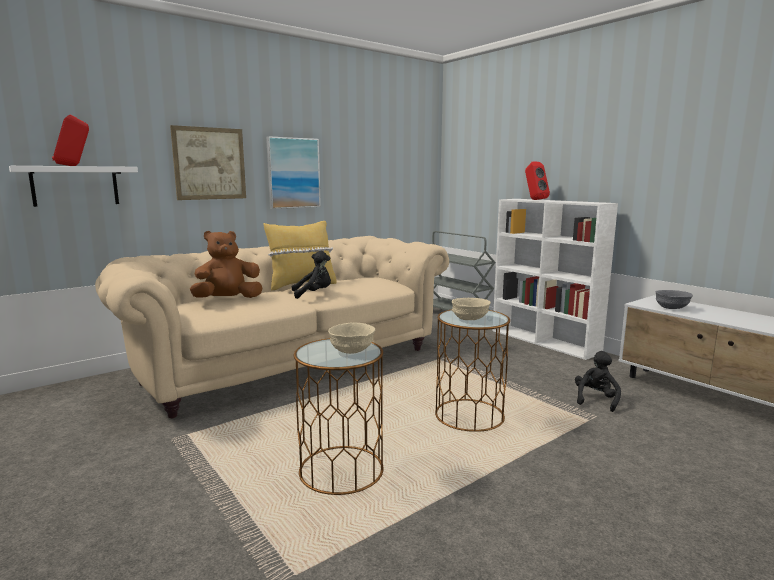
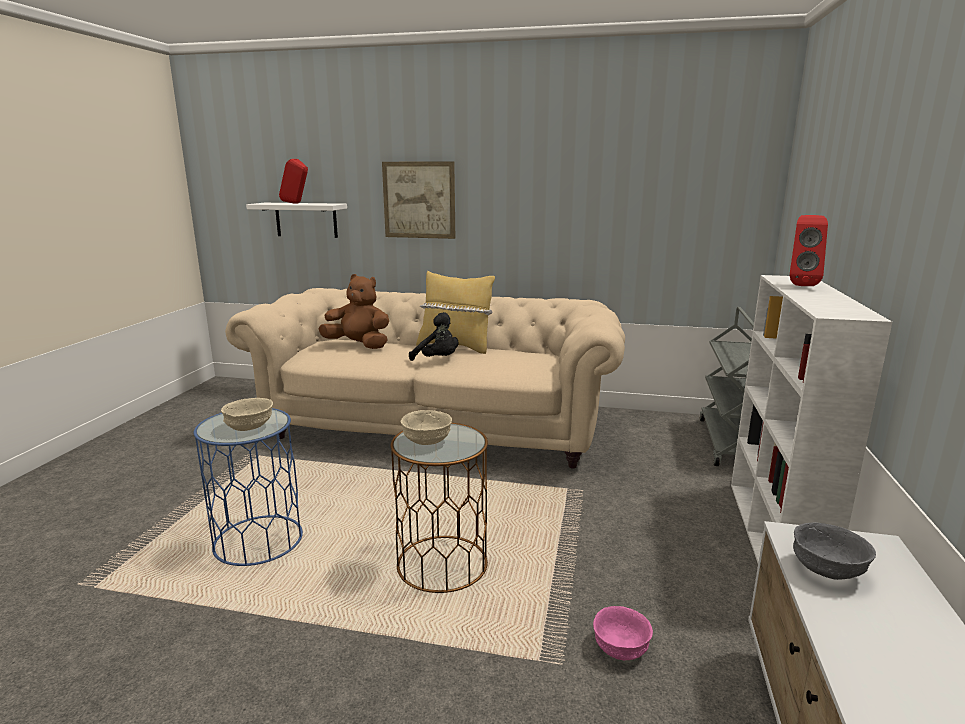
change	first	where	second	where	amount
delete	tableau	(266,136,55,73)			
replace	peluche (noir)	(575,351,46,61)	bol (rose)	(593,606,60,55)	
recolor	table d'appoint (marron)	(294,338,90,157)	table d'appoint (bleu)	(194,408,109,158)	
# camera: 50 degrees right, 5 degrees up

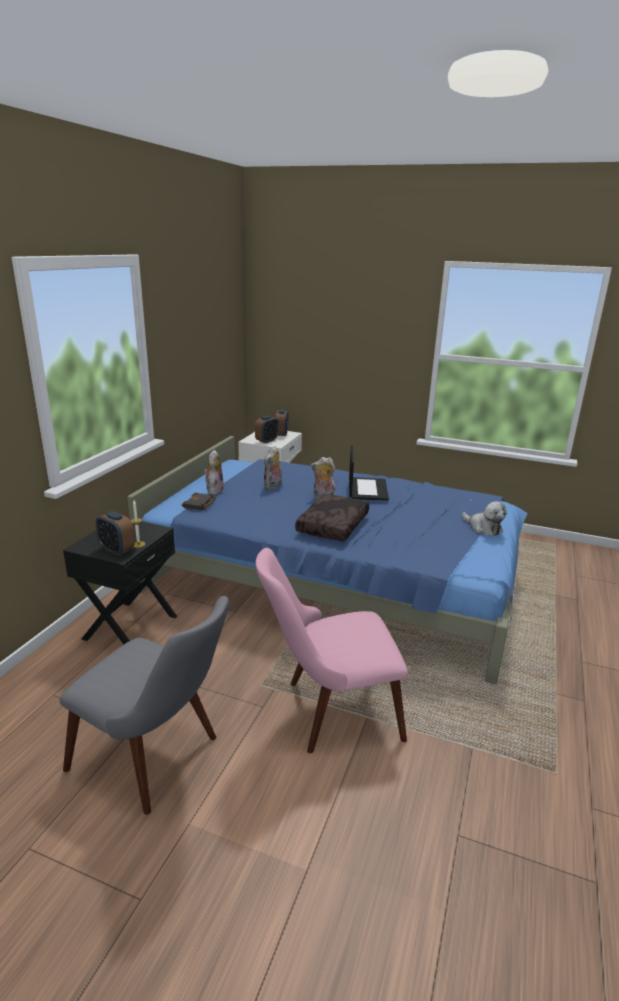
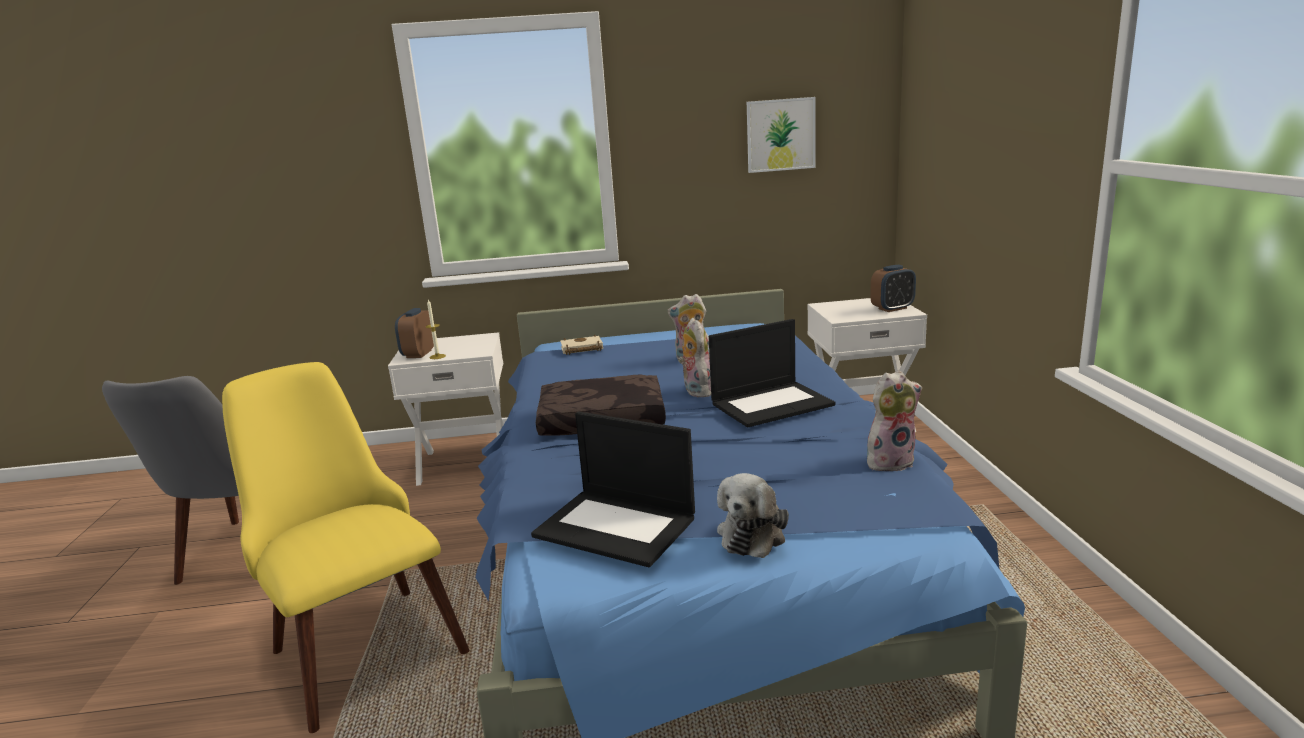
change	first	where	second	where	amount
delete	réveil	(255,415,24,28)			
insert			ordinateur portable	(531,411,164,156)	
insert			tableau	(747,97,69,76)	
move	peluche	(204,450,20,45)		(867,371,55,100)	
recolor	table de chevet (noir)	(63,519,114,125)	table de chevet (blanc)	(388,332,116,154)	
recolor	livre (noir)	(182,492,34,19)	livre (beige)	(560,335,43,20)	
recolor	chaise (rose)	(256,548,152,205)	chaise (jaune)	(222,362,247,371)	
# camera: 65 degrees right, 5 degrees down

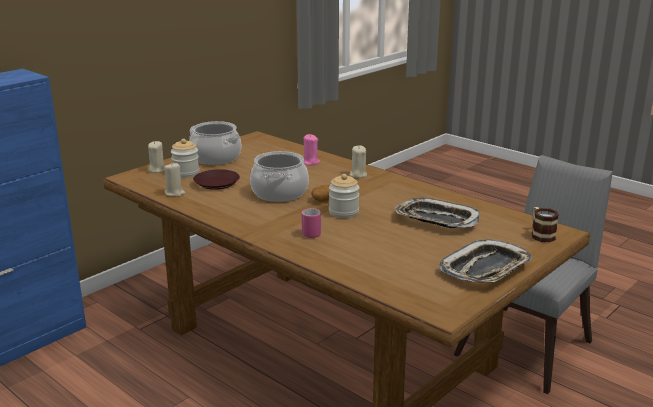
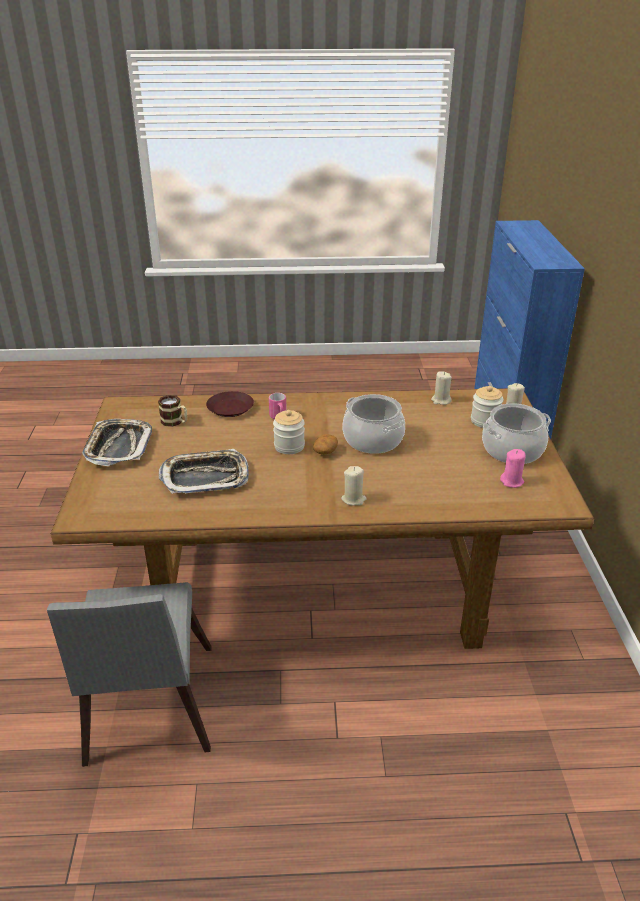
change	first	where	second	where	amount
move	assiette (marron)	(193,169,47,21)		(206,391,48,26)	
move	bougie (rose)	(303,134,17,31)		(500,449,26,39)	
move	mug	(532,207,27,35)		(158,395,29,32)	
# camera: 135 degrees right, 10 degrees up

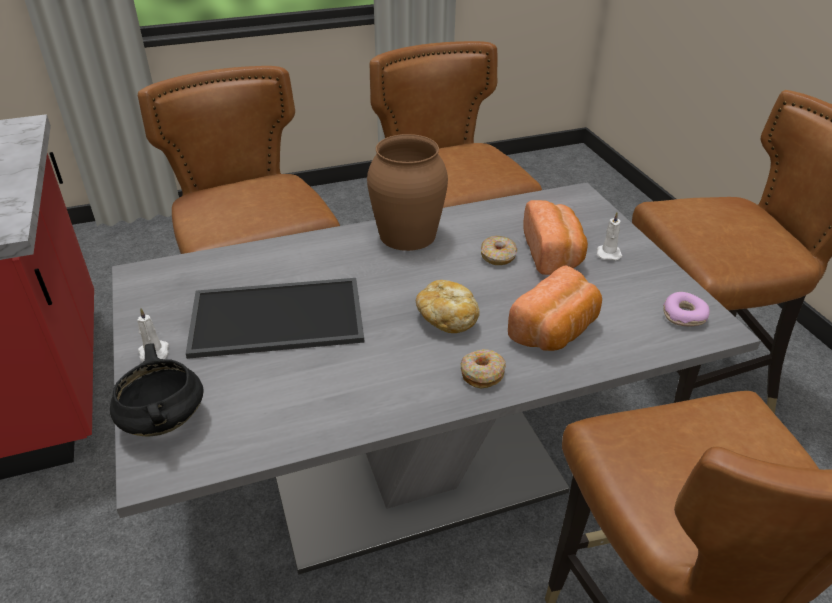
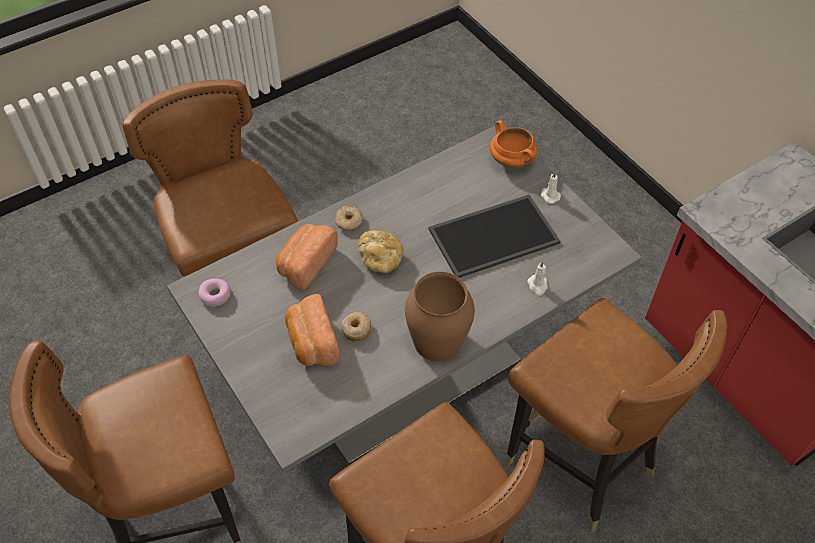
change	first	where	second	where	amount
move	bougie (blanc)	(597,212,25,48)		(527,261,21,34)	
recolor	marmite (noir)	(110,343,94,93)	marmite (orange)	(490,120,47,48)	
# camera: 165 degrees right, 15 degrees up

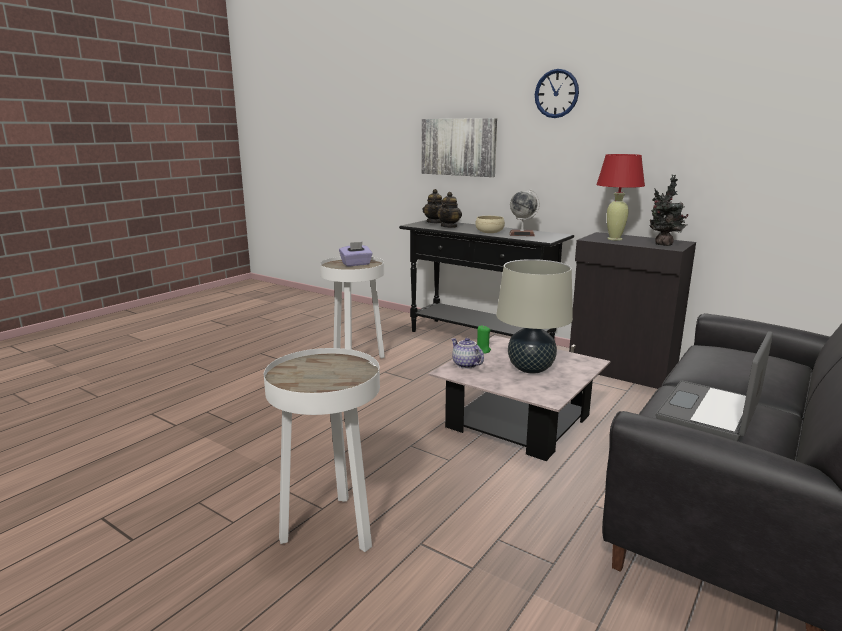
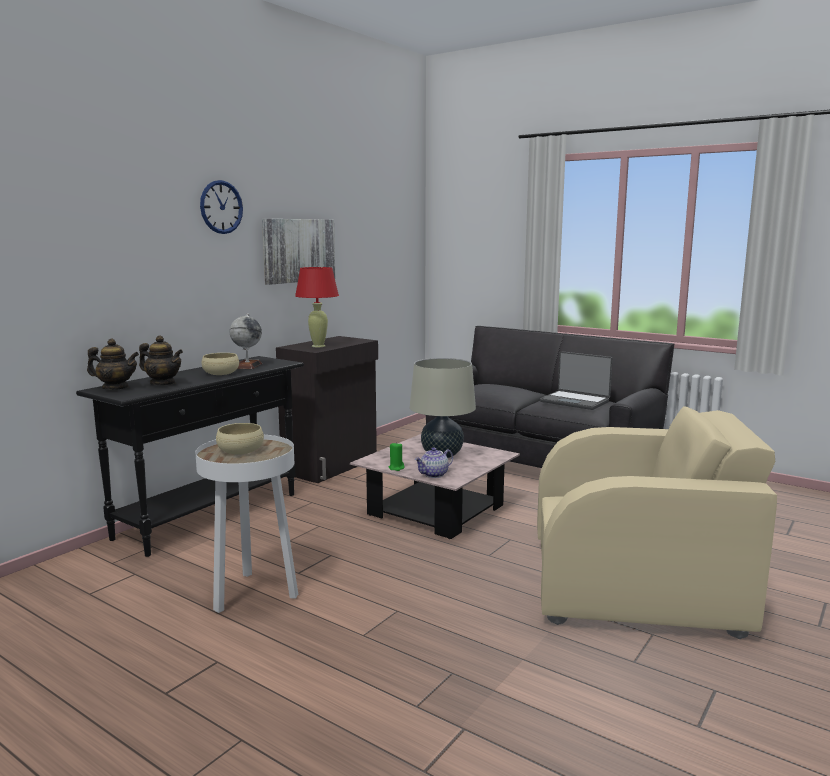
change	first	where	second	where	amount
delete	plante en pot	(649,175,39,71)			
move	tableau	(422,118,75,59)		(262,219,73,66)	
replace	table d'appoint (blanc)	(264,348,116,204)	fauteuil (beige)	(537,406,240,233)	
replace	boîte à mouchoirs (violet)	(339,242,34,24)	bol (beige)	(216,423,48,31)	
# camera: 90 degrees left, 5 degrees down

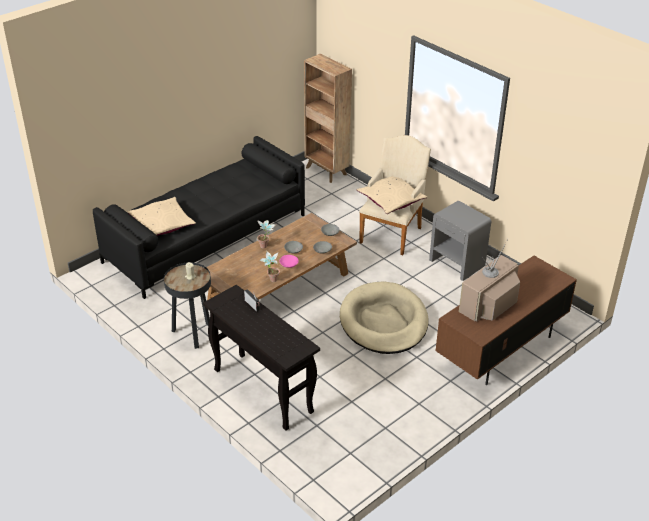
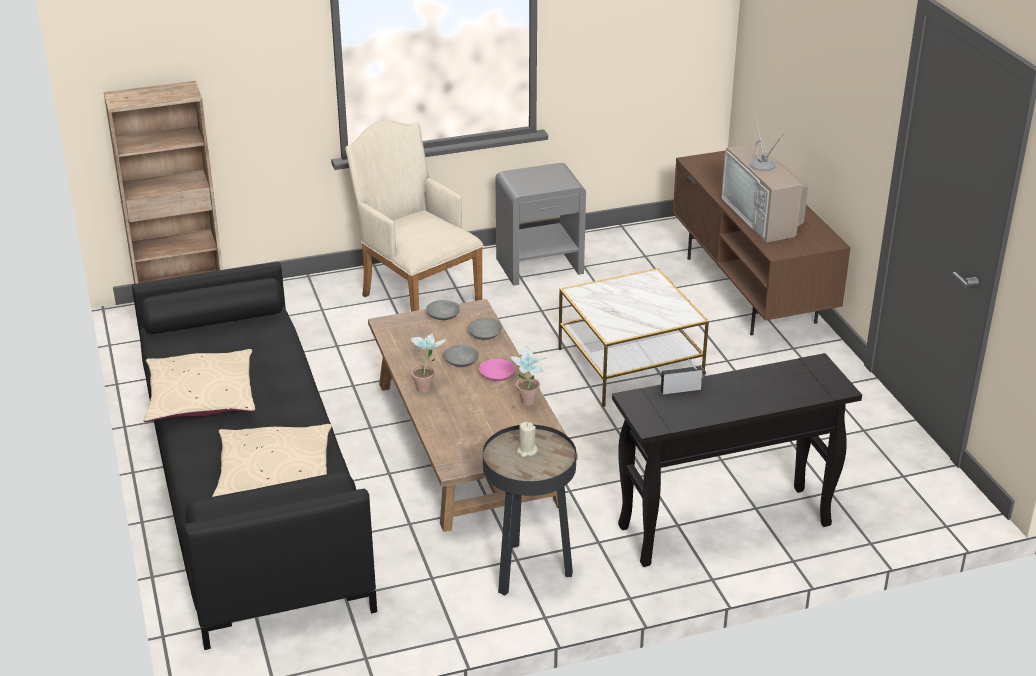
change	first	where	second	where	amount
move	coussin (beige)	(357,176,70,38)		(143,349,112,73)	
replace	panier pour chien (beige)	(340,281,89,73)	table d'appoint	(558,268,151,139)	
# camera: 65 degrees left, 5 degrees down

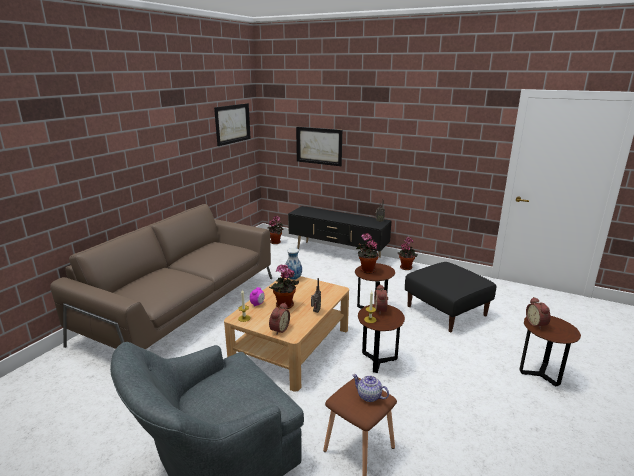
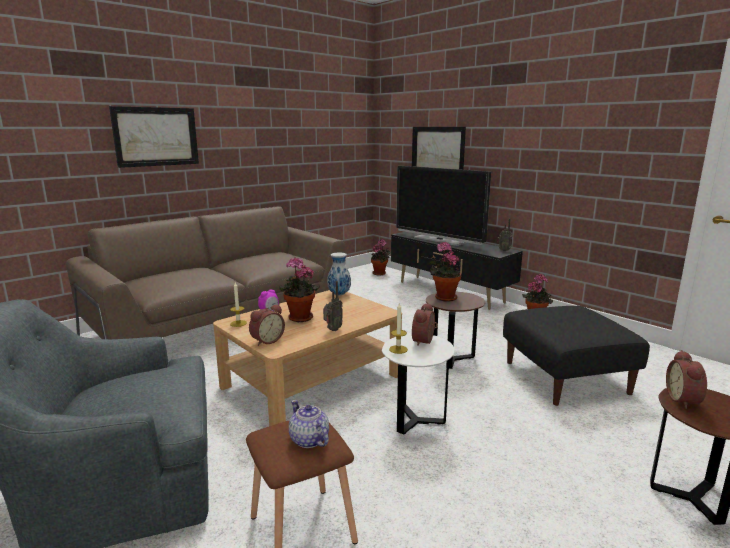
change	first	where	second	where	amount
insert			téléviseur	(396,166,95,80)	
move	tableau	(214,103,37,43)		(109,106,90,62)	
recolor	table d'appoint (marron)	(358,304,47,69)	table d'appoint (blanc)	(382,334,73,101)	
# camera: 20 degrees right, 5 degrees down

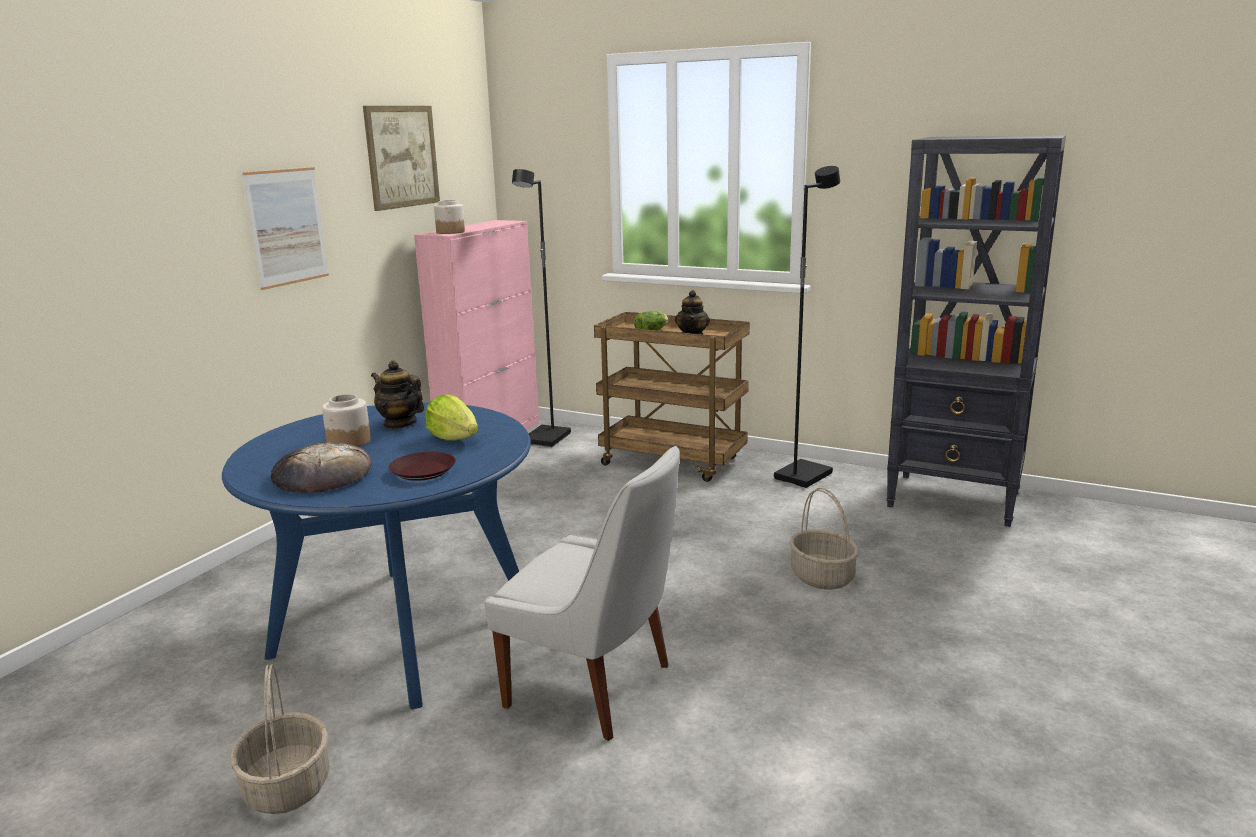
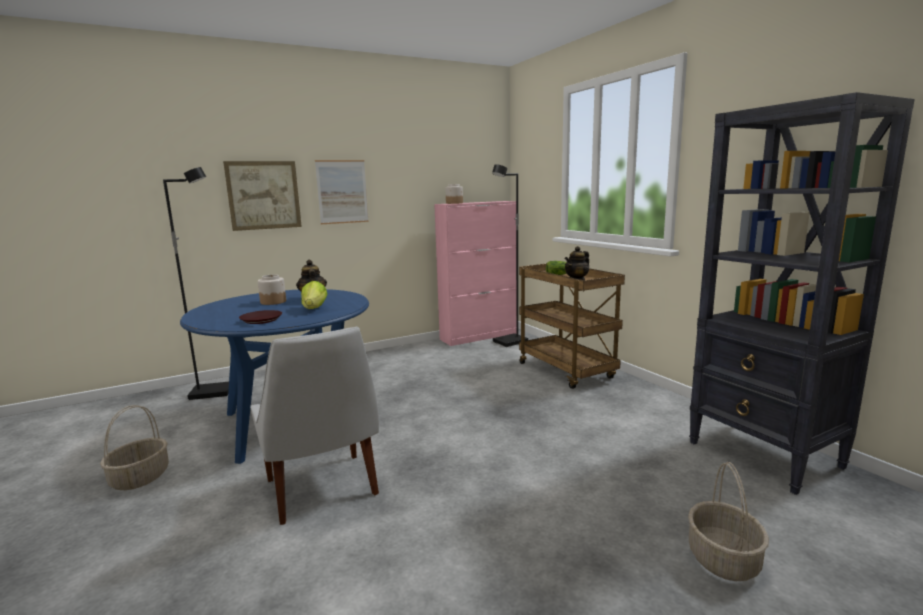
change	first	where	second	where	amount
delete	pain	(271,442,101,51)			
move	tableau	(363,106,77,105)		(223,161,79,70)	
move	lampadaire (noir)	(774,166,66,322)		(163,167,66,233)	
move	panier	(789,487,70,103)		(688,462,81,119)	
# camera: 35 degrees right, 5 degrees down

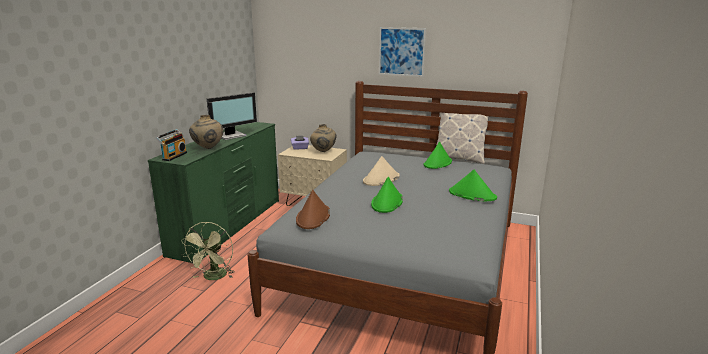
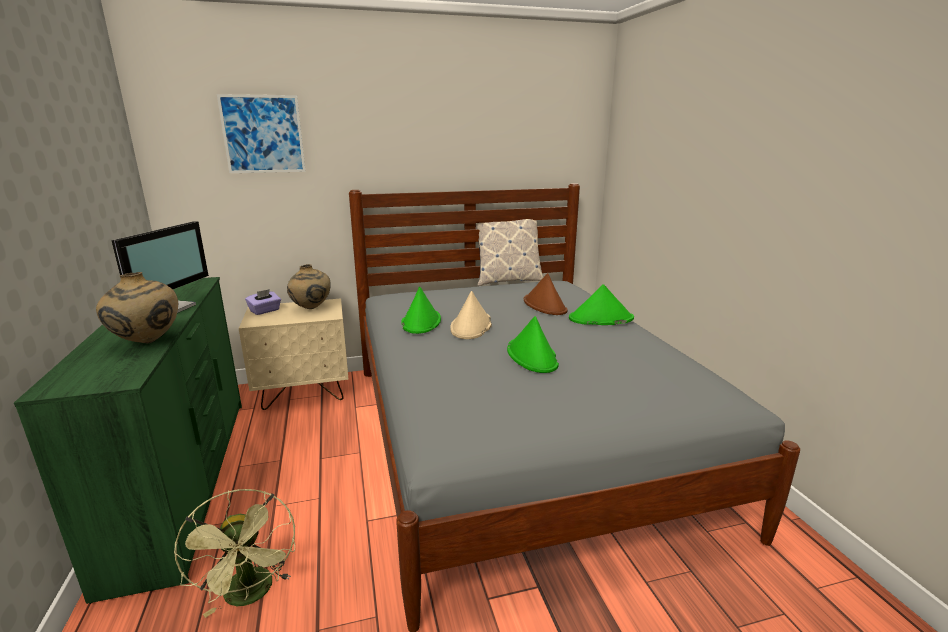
change	first	where	second	where	amount
delete	radio	(156,129,31,32)			
move	chapeau (marron)	(296,190,34,39)		(524,273,44,42)	
move	tableau	(379,27,47,50)		(217,94,89,79)	
move	chapeau (vert)	(423,142,29,27)		(401,287,40,47)	
# camera: 35 degrees left, 0 degrees up

